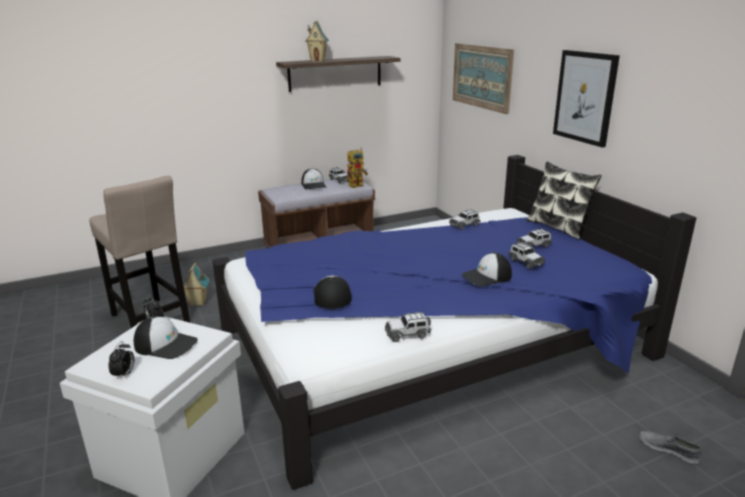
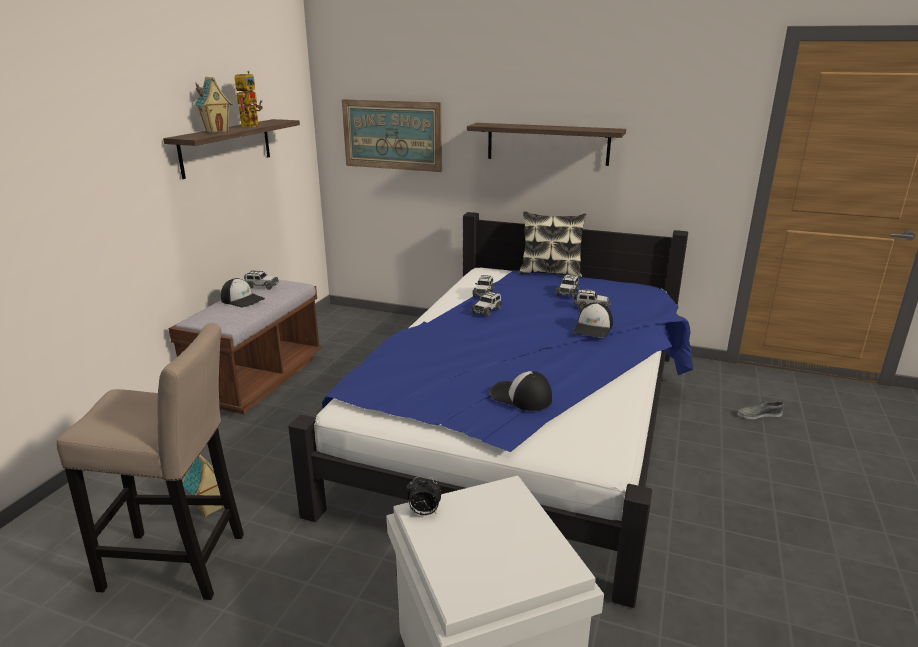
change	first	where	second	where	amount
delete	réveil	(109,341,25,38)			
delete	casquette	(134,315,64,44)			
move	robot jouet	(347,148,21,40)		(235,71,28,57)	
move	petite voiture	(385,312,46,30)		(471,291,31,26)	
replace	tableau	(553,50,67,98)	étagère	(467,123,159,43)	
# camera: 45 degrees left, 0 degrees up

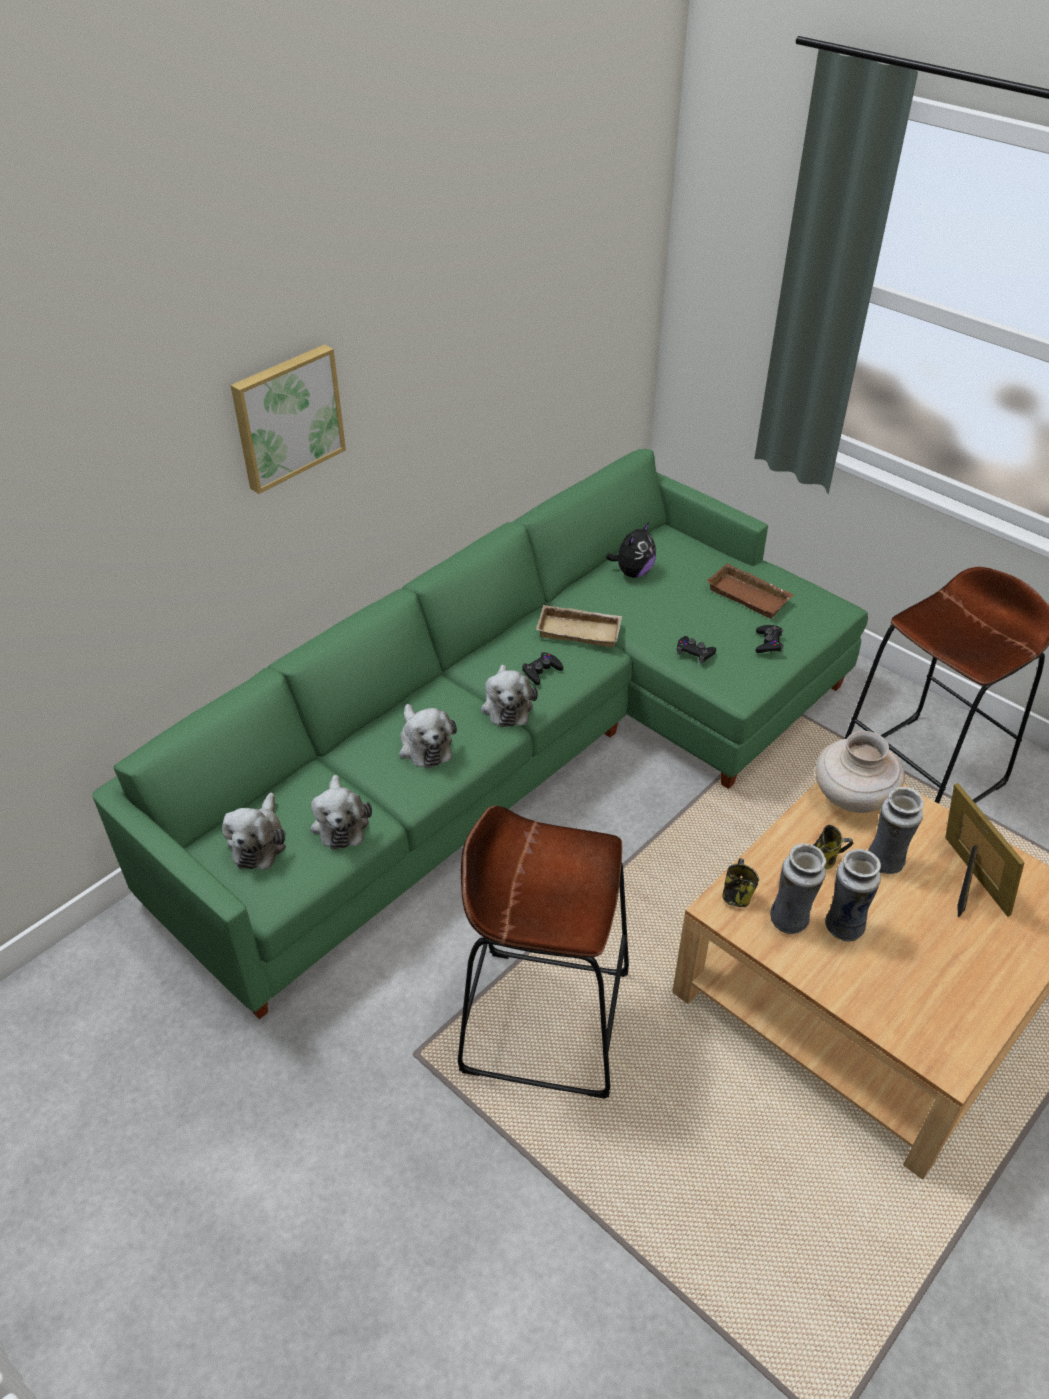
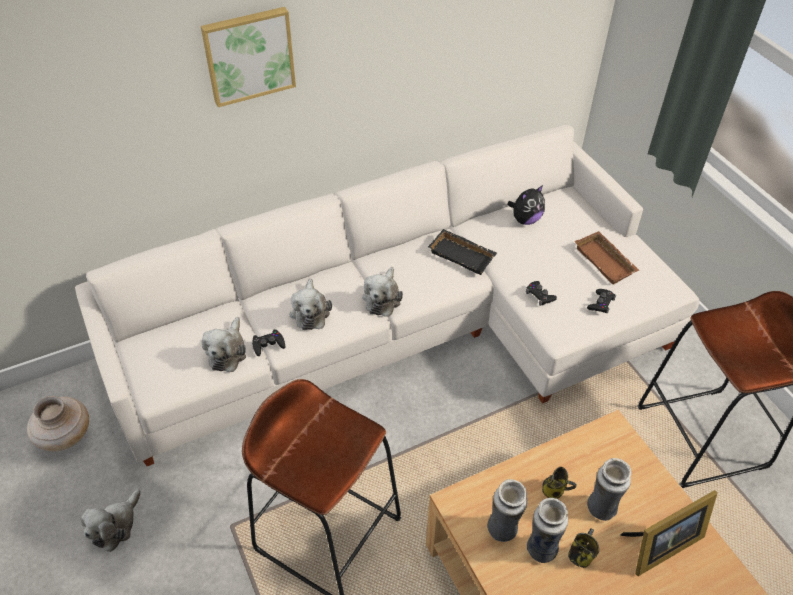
change	first	where	second	where	amount
move	peluche	(222,792,64,78)		(81,489,60,63)	
move	manette (noir)	(522,652,41,33)		(252,329,33,27)	
move	mug	(723,858,36,49)		(568,529,31,39)	
move	vase (beige)	(815,731,90,82)		(27,396,62,55)	
recolor	canapé (vert)	(92,449,776,570)	canapé (blanc)	(75,125,624,341)	
recolor	plateau (beige)	(536,605,86,42)	plateau (noir)	(428,229,69,46)	
rotate	cadre photo	(945,783,80,134)		(620,490,97,86)	60 degrees clockwise
# camera: 20 degrees right, 5 degrees up

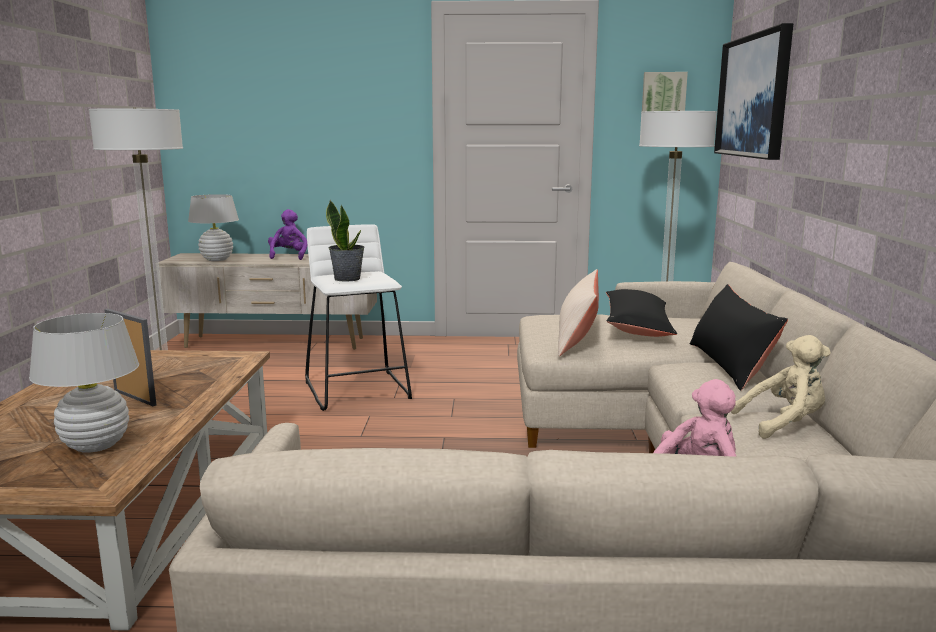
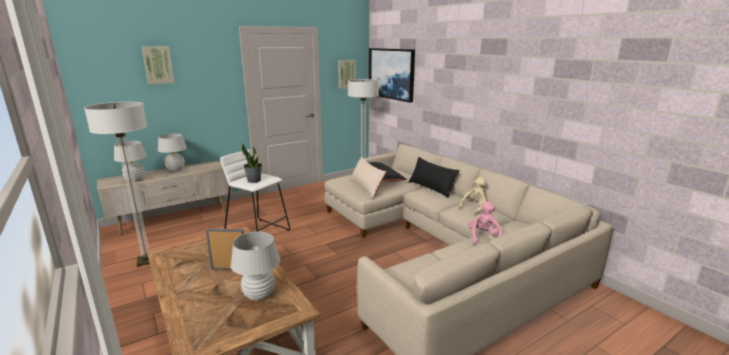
change	first	where	second	where	amount
insert			tableau	(141,46,34,38)	
replace	peluche (violet)	(268,209,39,51)	lampe de table (blanc)	(158,133,29,39)	
# camera: 35 degrees left, 5 degrees up

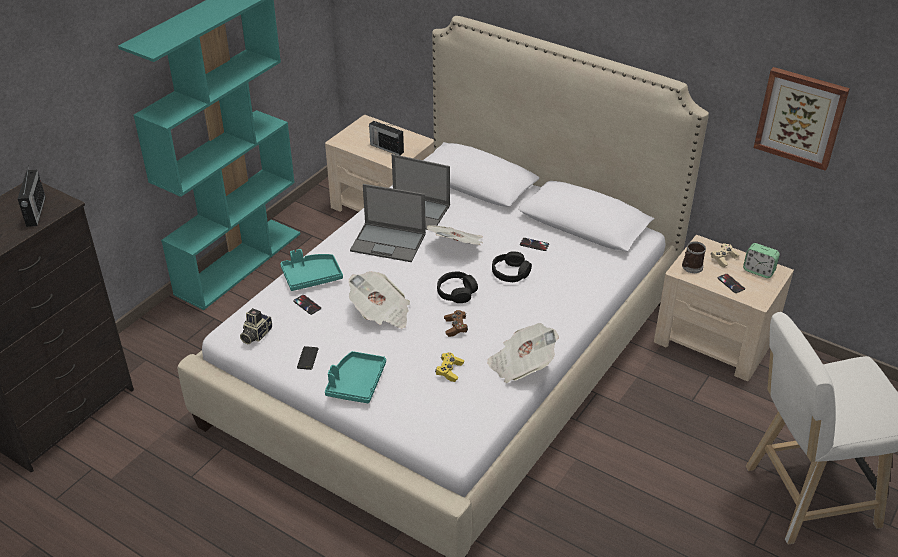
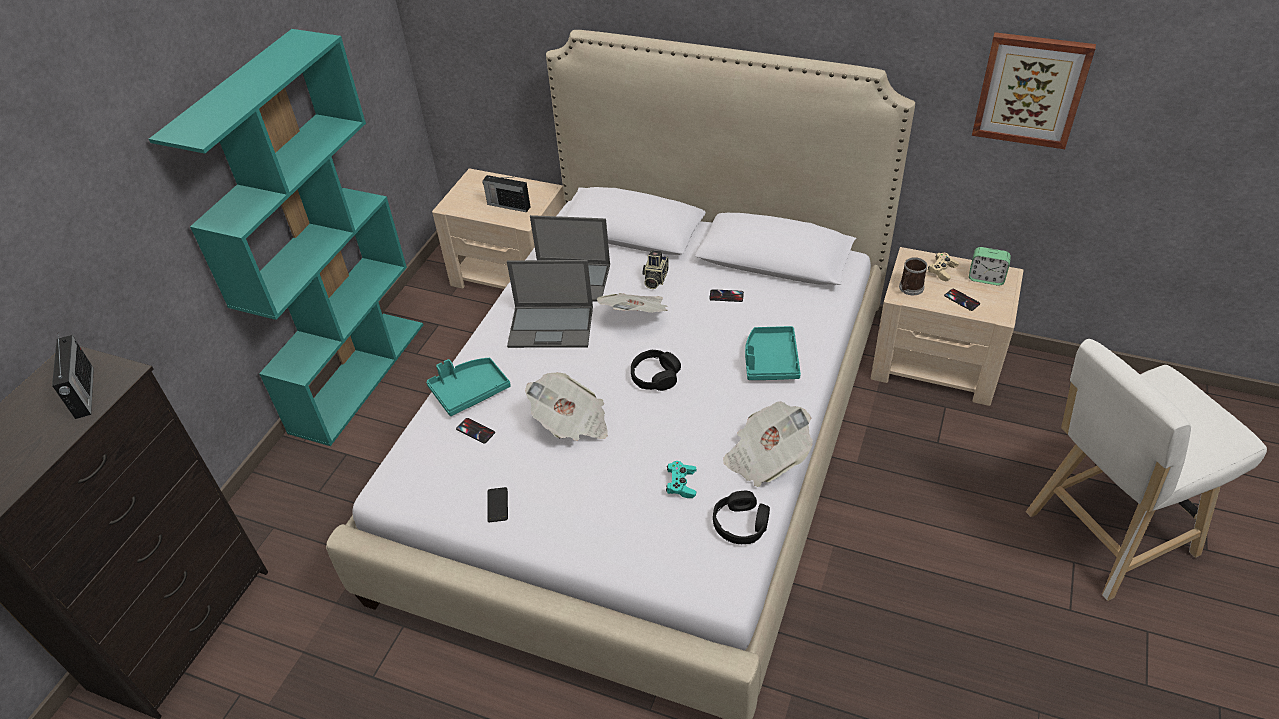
change	first	where	second	where	amount
delete	manette (marron)	(444,310,24,27)			
move	appareil photo	(240,309,32,35)		(642,250,27,39)	
move	plateau (turquoise)	(325,351,61,52)		(745,326,56,54)	
move	casque audio (noir)	(492,251,40,31)		(713,491,57,53)	
recolor	manette (jaune)	(435,352,29,30)	manette (turquoise)	(666,461,31,37)	
# camera: 10 degrees left, 5 degrees up

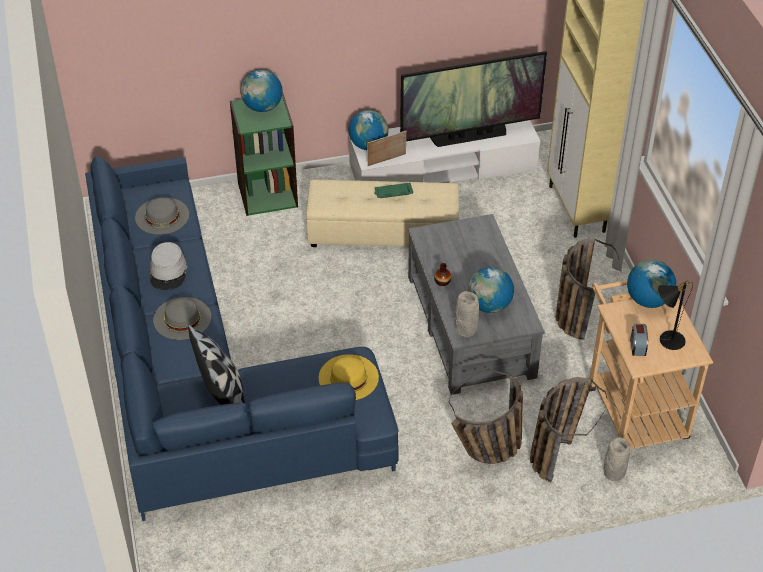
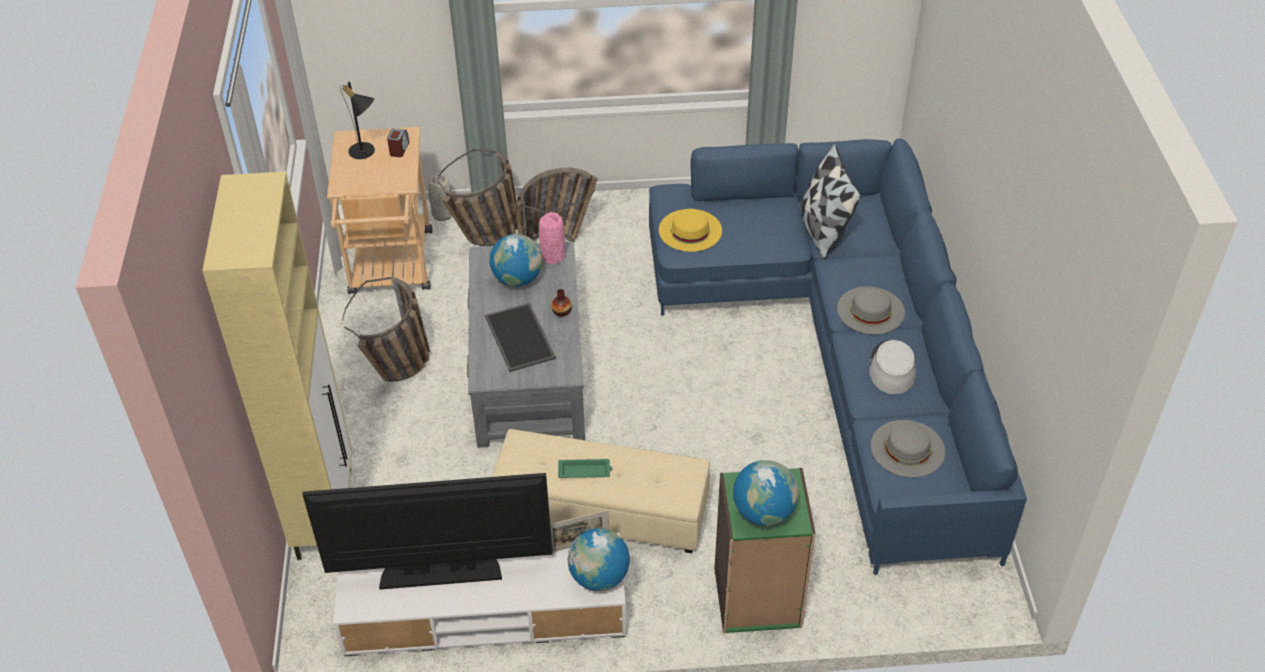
change	first	where	second	where	amount
delete	globe	(627,260,49,48)			
insert			plateau	(485,303,71,69)	
recolor	vase (gris)	(455,291,24,46)	vase (rose)	(539,212,26,52)	
# camera: 170 degrees left, 0 degrees up

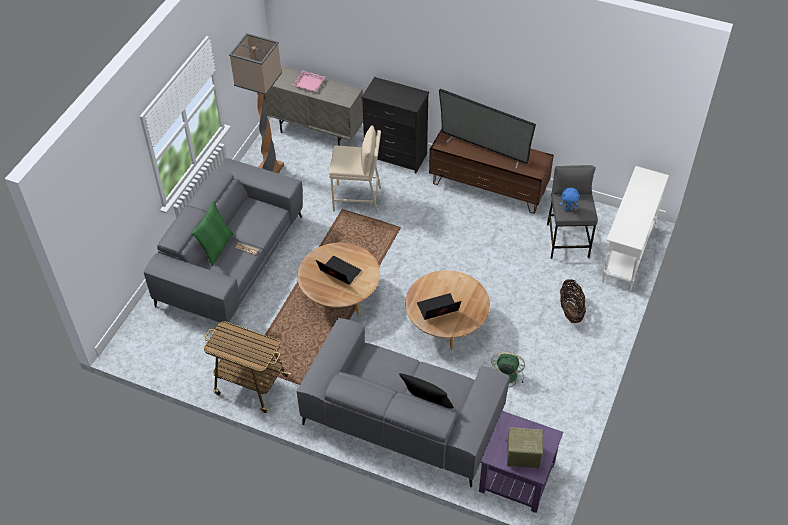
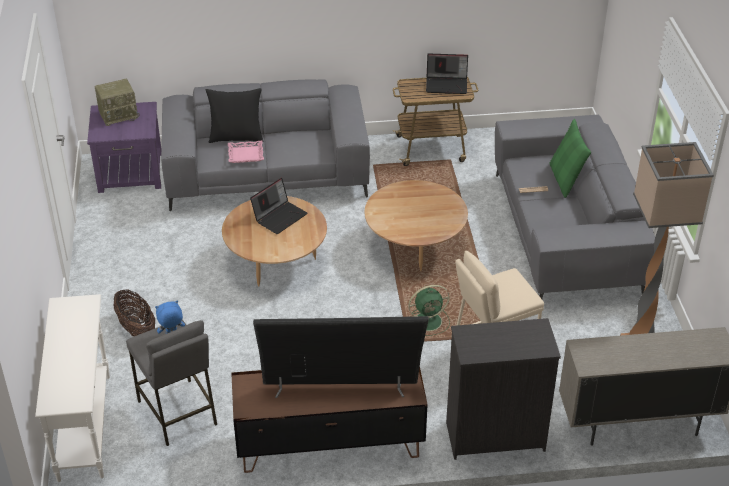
change	first	where	second	where	amount
move	plateau (rose)	(292,70,34,22)		(228,141,36,22)	
move	ordinateur portable	(316,256,45,29)		(426,53,42,41)	
move	ventilateur (vert)	(491,352,34,36)		(408,285,42,51)	
# camera: 150 degrees right, 10 degrees down

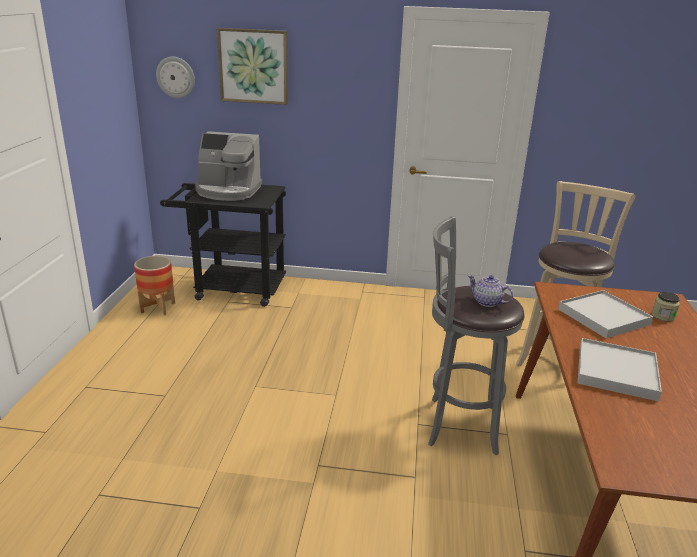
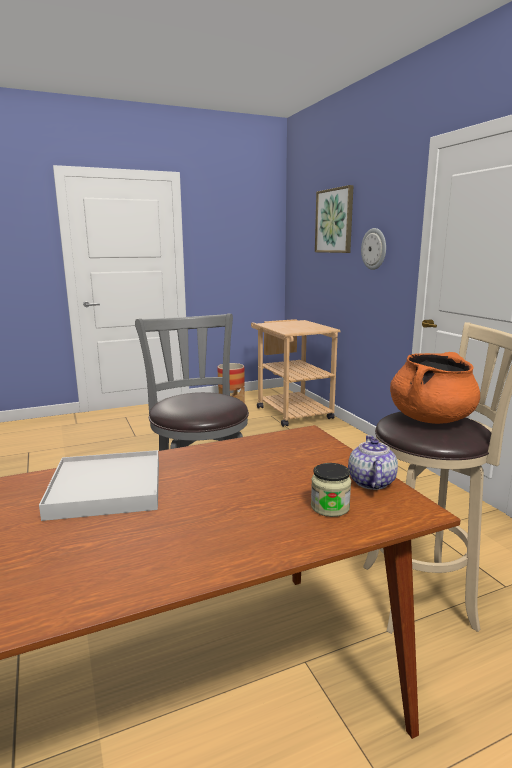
change	first	where	second	where	amount
delete	machine à café	(195,131,67,70)			
delete	plateau (blanc)	(558,290,95,48)			
insert			marmite (orange)	(390,352,90,72)	
move	horloge murale	(156,56,39,42)		(361,228,25,42)	
move	théière	(468,275,46,32)		(348,435,50,55)	
recolor	chariot (noir)	(160,183,126,124)	chariot (beige)	(251,319,90,108)	
# camera: 60 degrees right, 10 degrees down

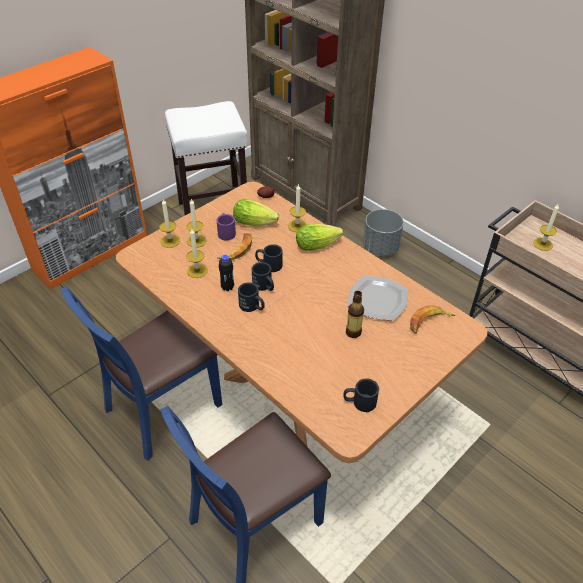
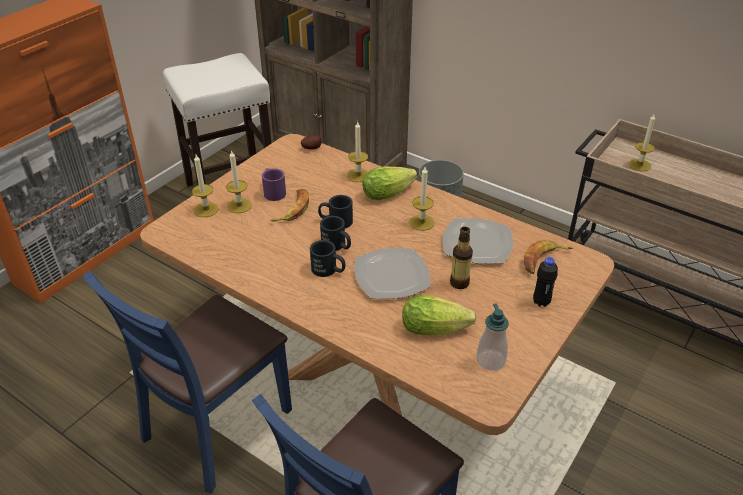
change	first	where	second	where	amount
insert			assiette	(354,248,76,51)	
move	bougie	(186,229,22,49)		(409,167,26,64)	
move	bouteille (noir)	(219,255,15,36)		(533,257,25,50)	
move	laitue	(233,199,46,27)		(402,295,75,41)	
replace	mug (noir)	(343,378,36,34)	distributeur de savon	(477,303,32,68)	
# camera: 10 degrees left, 5 degrees down

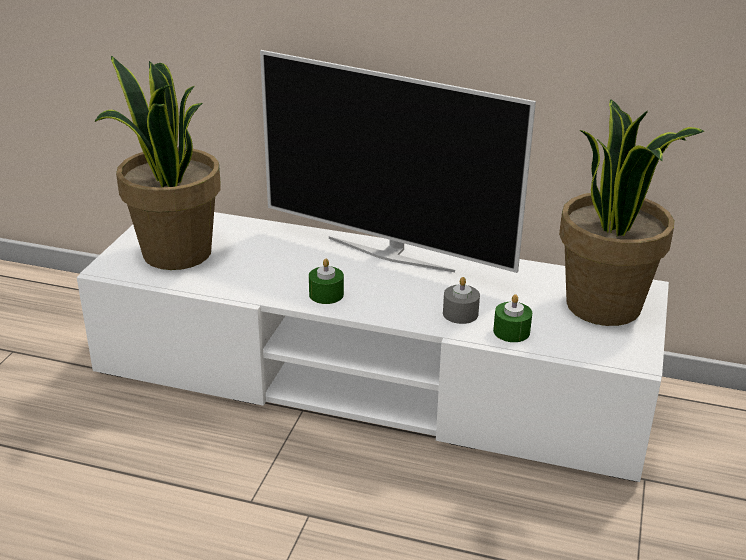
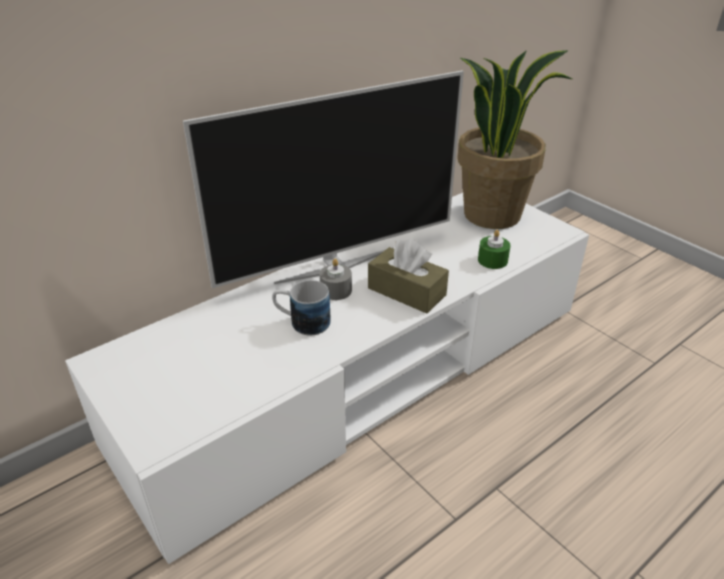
change	first	where	second	where	amount
delete	plante en pot	(94,56,127,214)			
delete	bougie (vert)	(309,259,35,45)			
insert			mug	(272,280,59,56)	
insert			boîte à mouchoirs (marron)	(368,239,81,75)	
move	bougie (gris)	(443,277,37,47)		(319,258,33,42)	
# camera: 55 degrees left, 5 degrees up

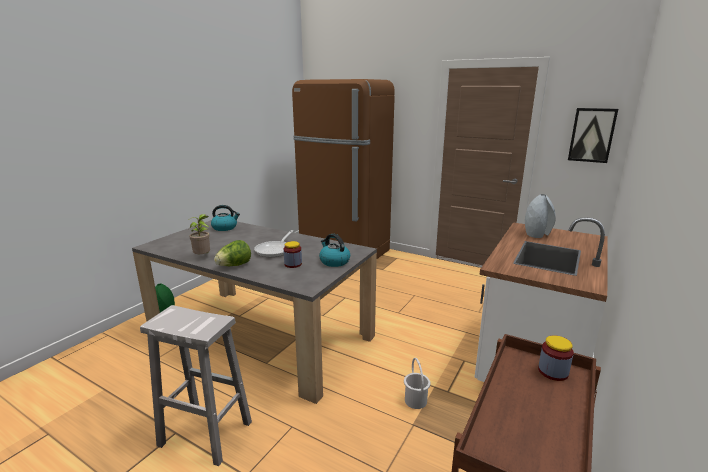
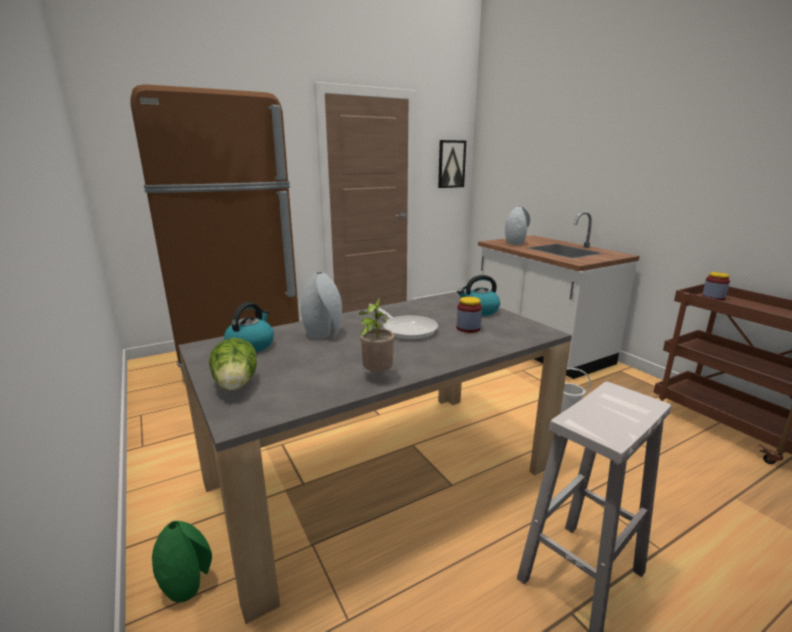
change	first	where	second	where	amount
insert			vase (gris)	(301,272,41,67)	
move	laitue	(214,240,37,26)		(209,338,48,53)	
# camera: 60 degrees left, 0 degrees up

